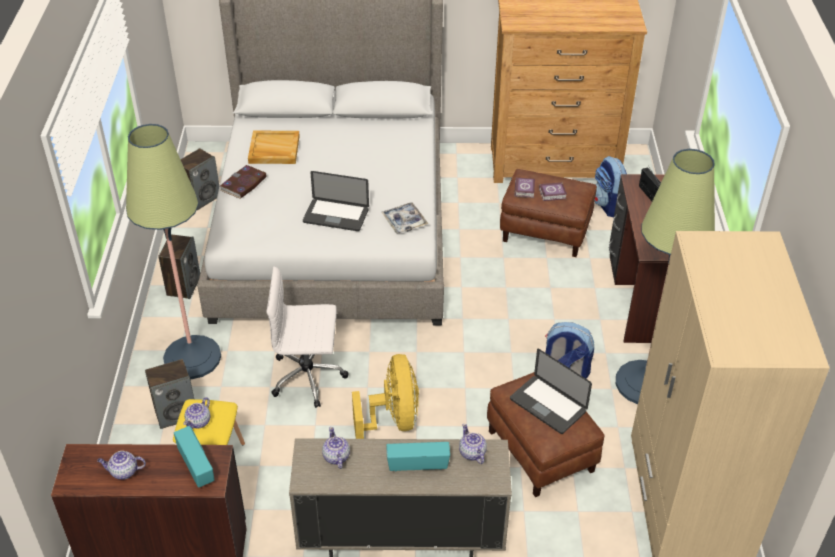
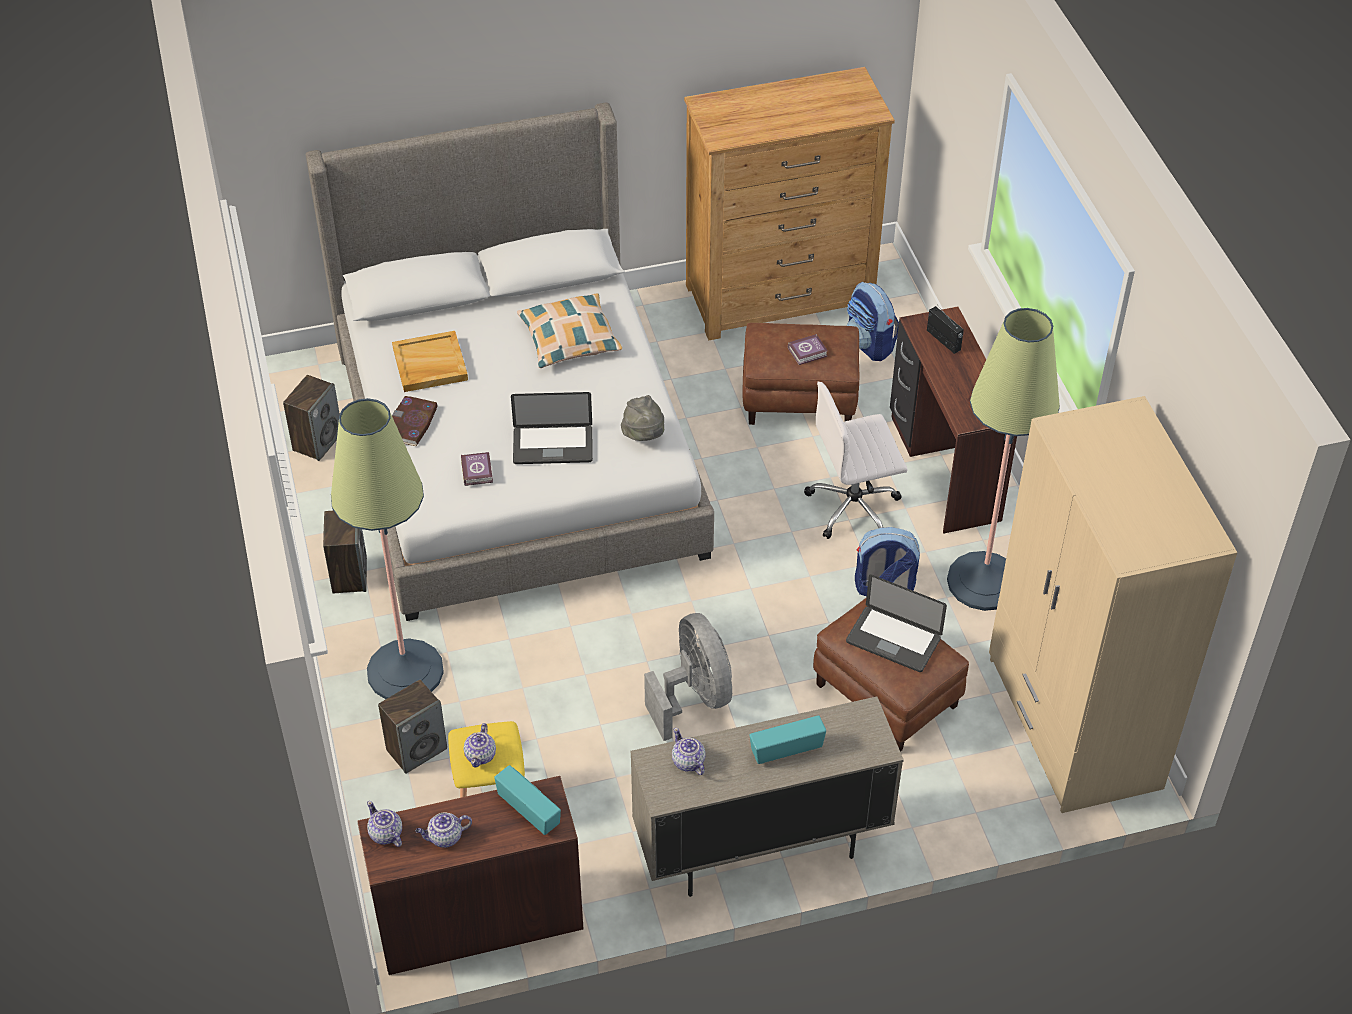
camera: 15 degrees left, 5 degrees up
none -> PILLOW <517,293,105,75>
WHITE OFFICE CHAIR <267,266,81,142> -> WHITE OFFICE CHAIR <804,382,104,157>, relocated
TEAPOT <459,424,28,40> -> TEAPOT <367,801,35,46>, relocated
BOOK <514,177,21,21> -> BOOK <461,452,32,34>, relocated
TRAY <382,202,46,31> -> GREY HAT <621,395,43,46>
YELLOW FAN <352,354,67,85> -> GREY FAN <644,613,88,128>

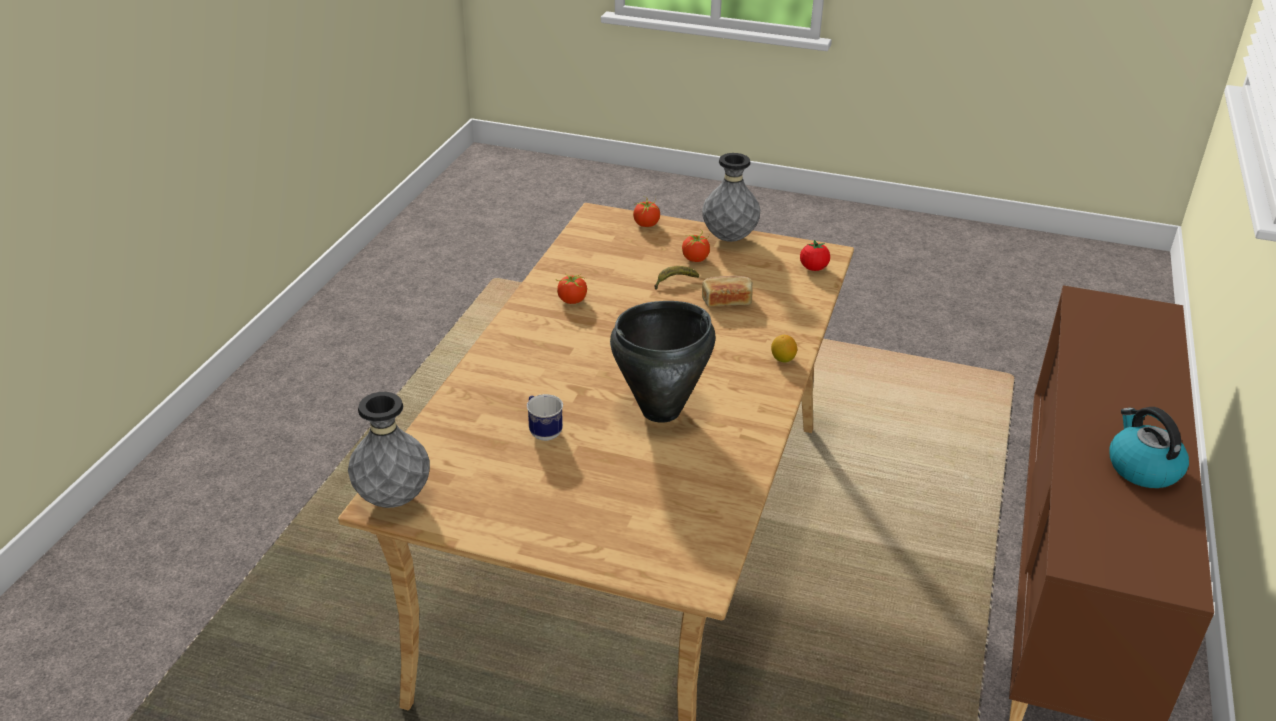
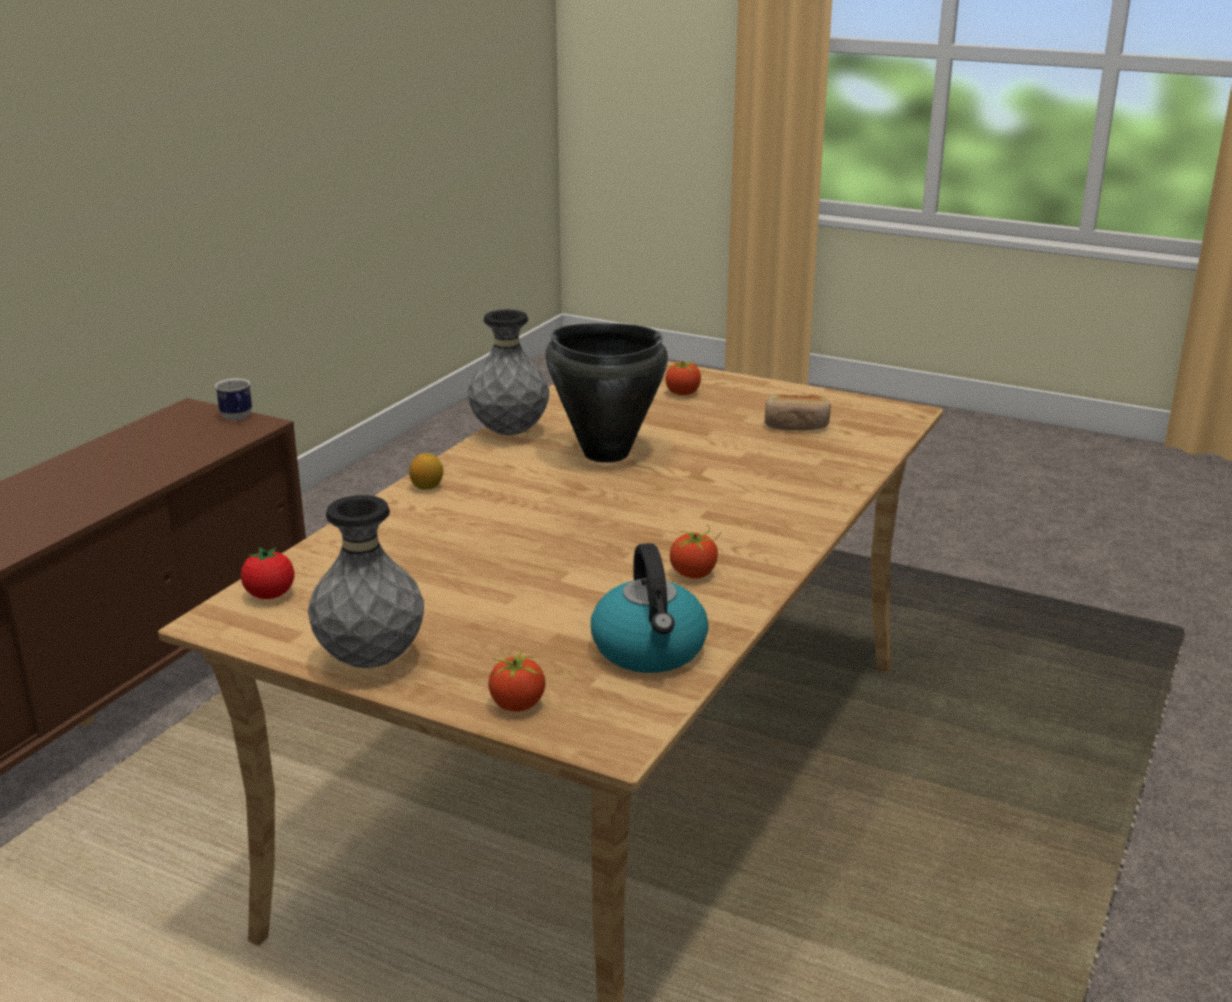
camera: 170 degrees left, 10 degrees down
BANANA <654,266,45,24> -> none
GREY VASE <348,392,82,116> -> GREY VASE <468,310,81,125>, relocated
MUG <527,394,36,47> -> MUG <215,378,37,43>, relocated
TOMATO <682,229,29,33> -> TOMATO <665,360,36,35>, relocated
BREAD <702,276,51,31> -> BREAD <765,394,66,36>, relocated
KETTLE <1110,407,79,81> -> KETTLE <591,543,118,130>, relocated

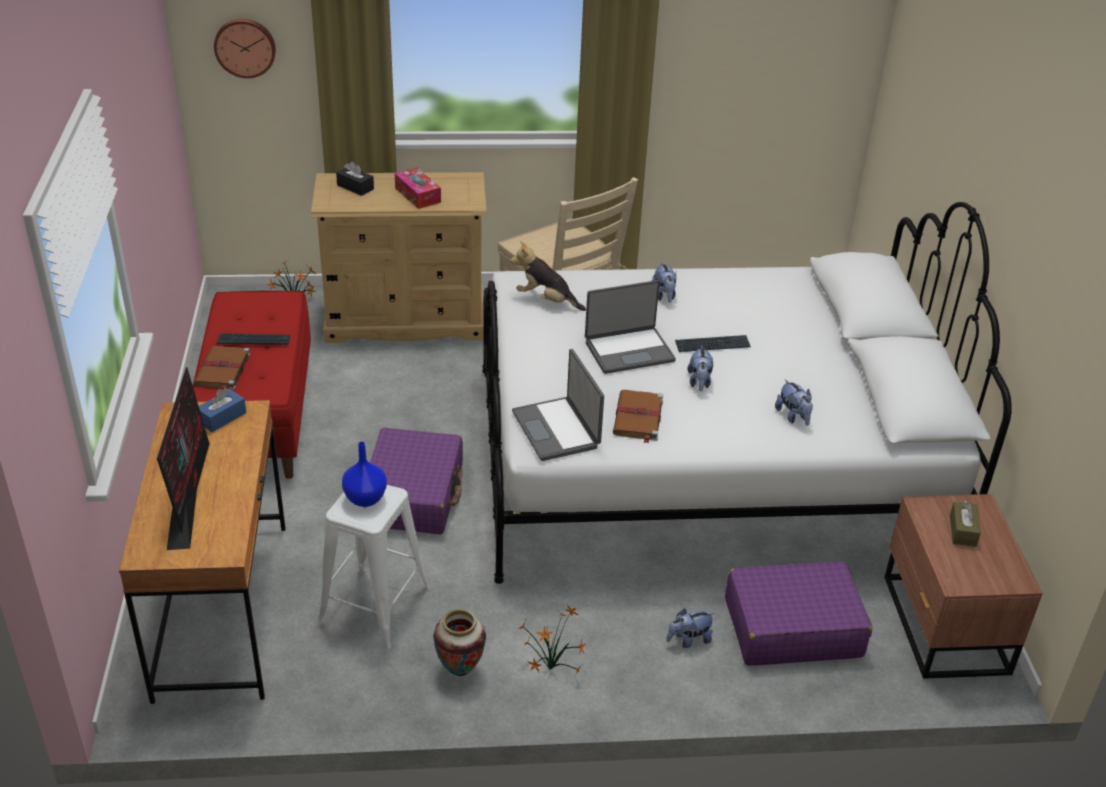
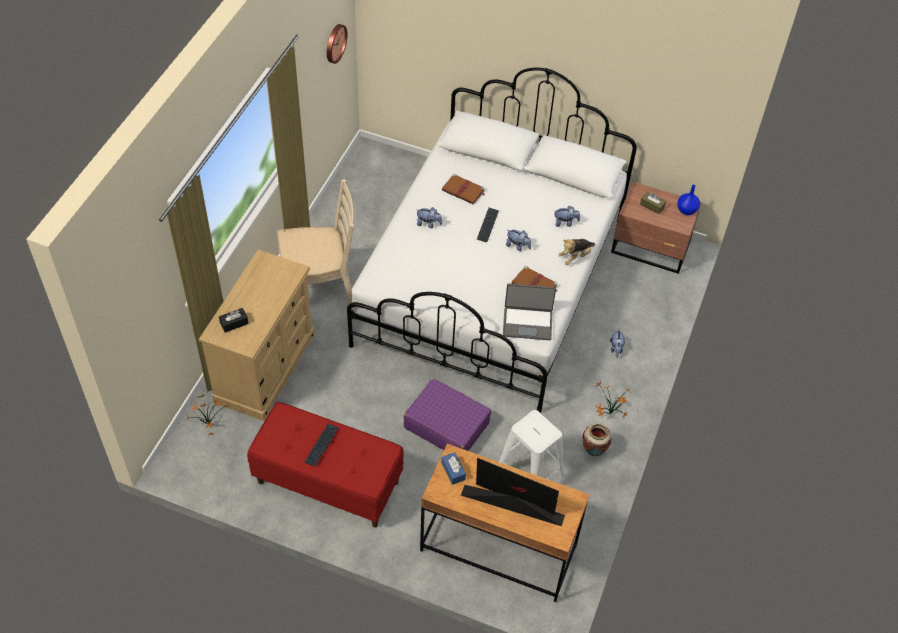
camera: 65 degrees left, 15 degrees up
TISSUE BOX <395,167,46,42> -> none
LAPTOP <585,280,91,94> -> none
PURPLE SUITCASE <725,561,147,105> -> none
BROWN BOOK <193,346,57,44> -> BROWN BOOK <442,174,44,30>, relocated
WALL CLOCK <214,18,62,60> -> WALL CLOCK <327,24,21,40>, relocated
BLUE VASE <342,441,45,66> -> BLUE VASE <677,185,23,30>, relocated
PLUSH TOY <511,241,75,70> -> PLUSH TOY <558,239,37,26>, relocated

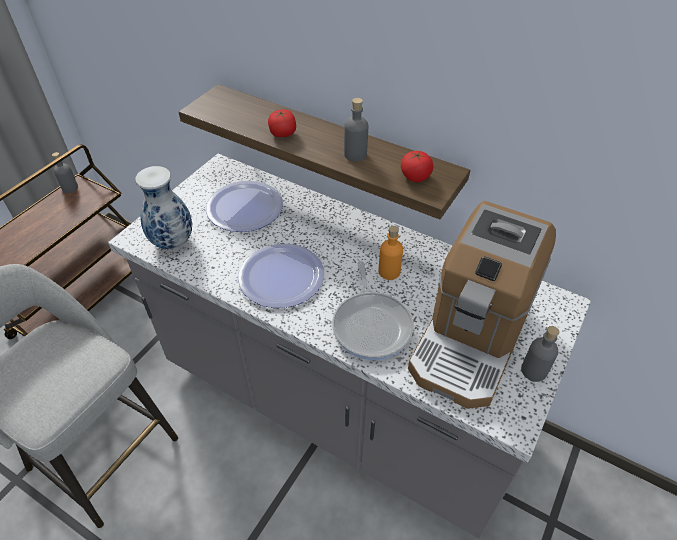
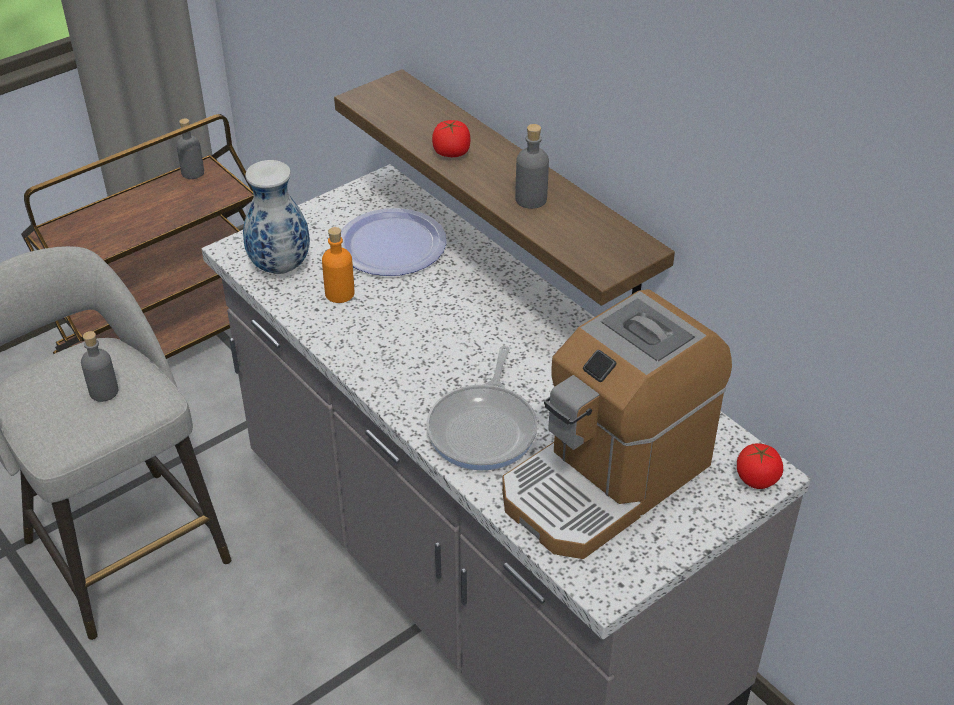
camera: 20 degrees right, 5 degrees down
PLATE <238,244,86,64> -> none
ORANGE BOTTLE <379,226,24,54> -> ORANGE BOTTLE <322,227,32,76>, relocated
TOMATO <401,151,32,31> -> TOMATO <737,443,46,46>, relocated
GREY BOTTLE <521,326,39,56> -> GREY BOTTLE <81,331,37,71>, relocated

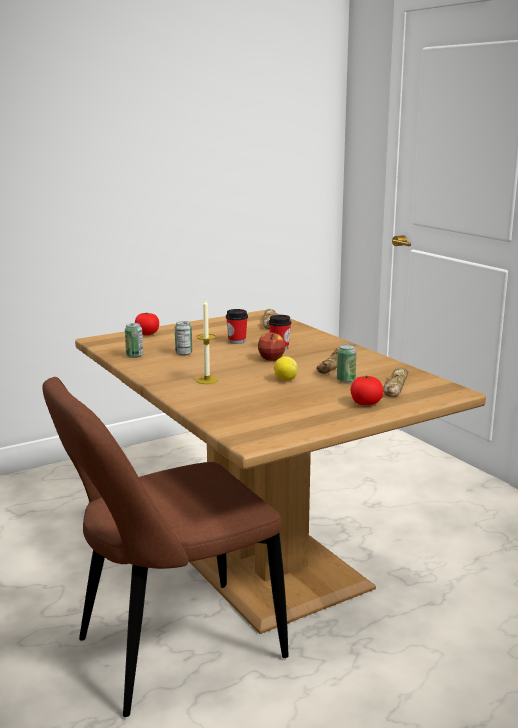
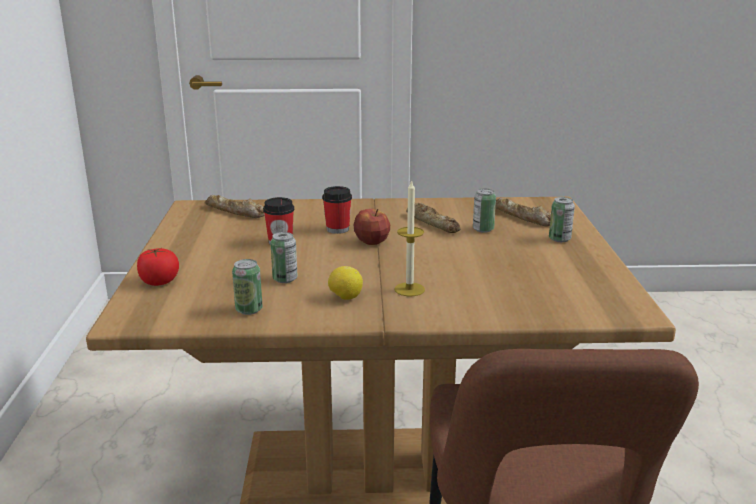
camera: 60 degrees left, 5 degrees up
LEMON <274,356,24,25> -> LEMON <328,266,35,34>, relocated
TOMATO <351,375,32,30> -> CAN <549,197,26,45>

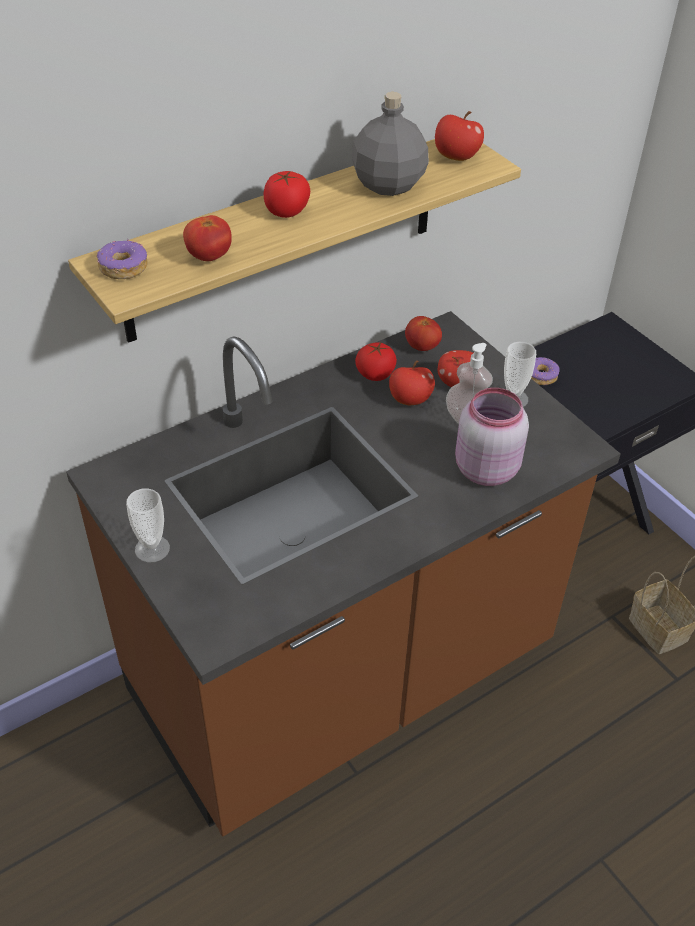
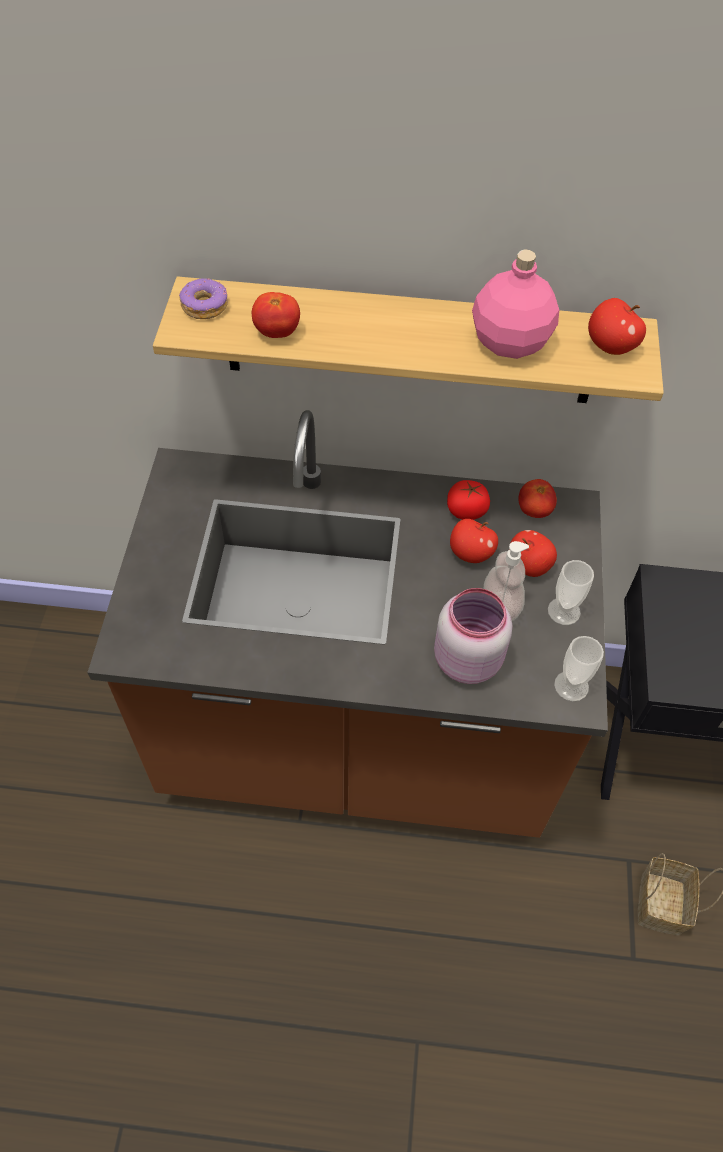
camera: 40 degrees right, 10 degrees up
TOMATO <264,171,46,47> -> none
DONUT <531,357,29,28> -> none
CUP <126,488,44,74> -> CUP <554,636,50,65>, relocated
GREY BOTTLE <351,92,78,104> -> PINK BOTTLE <472,249,87,110>

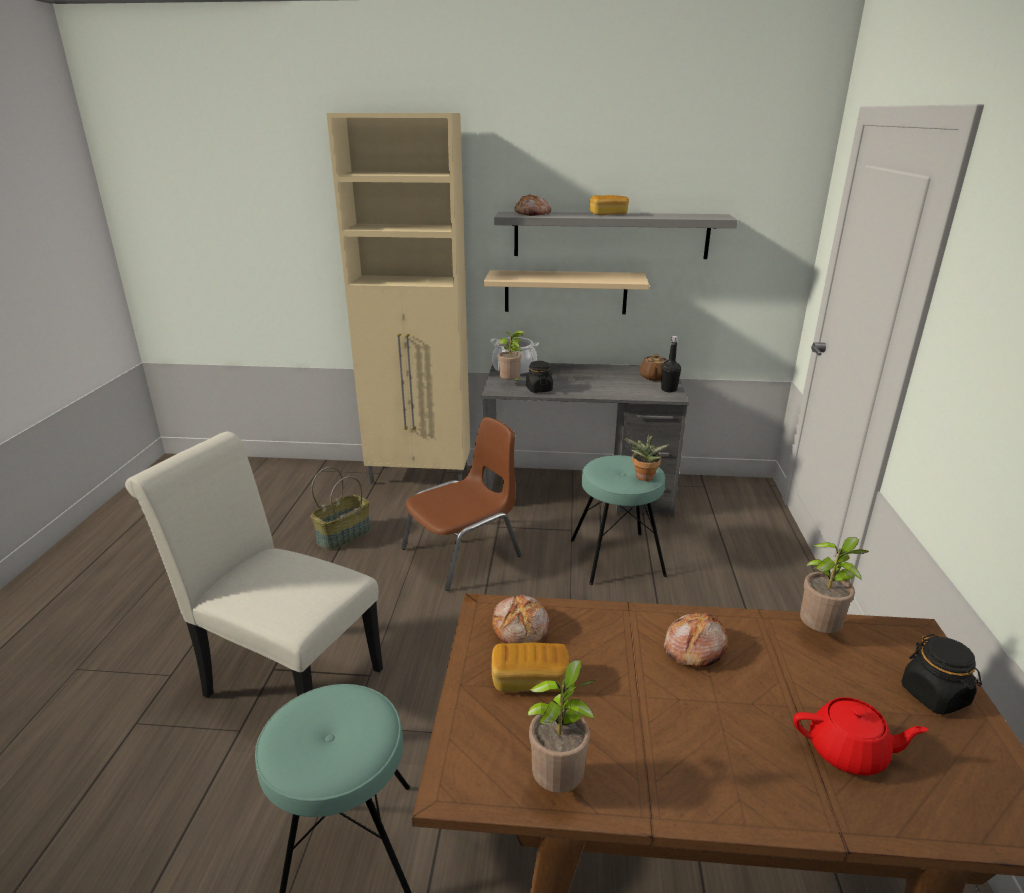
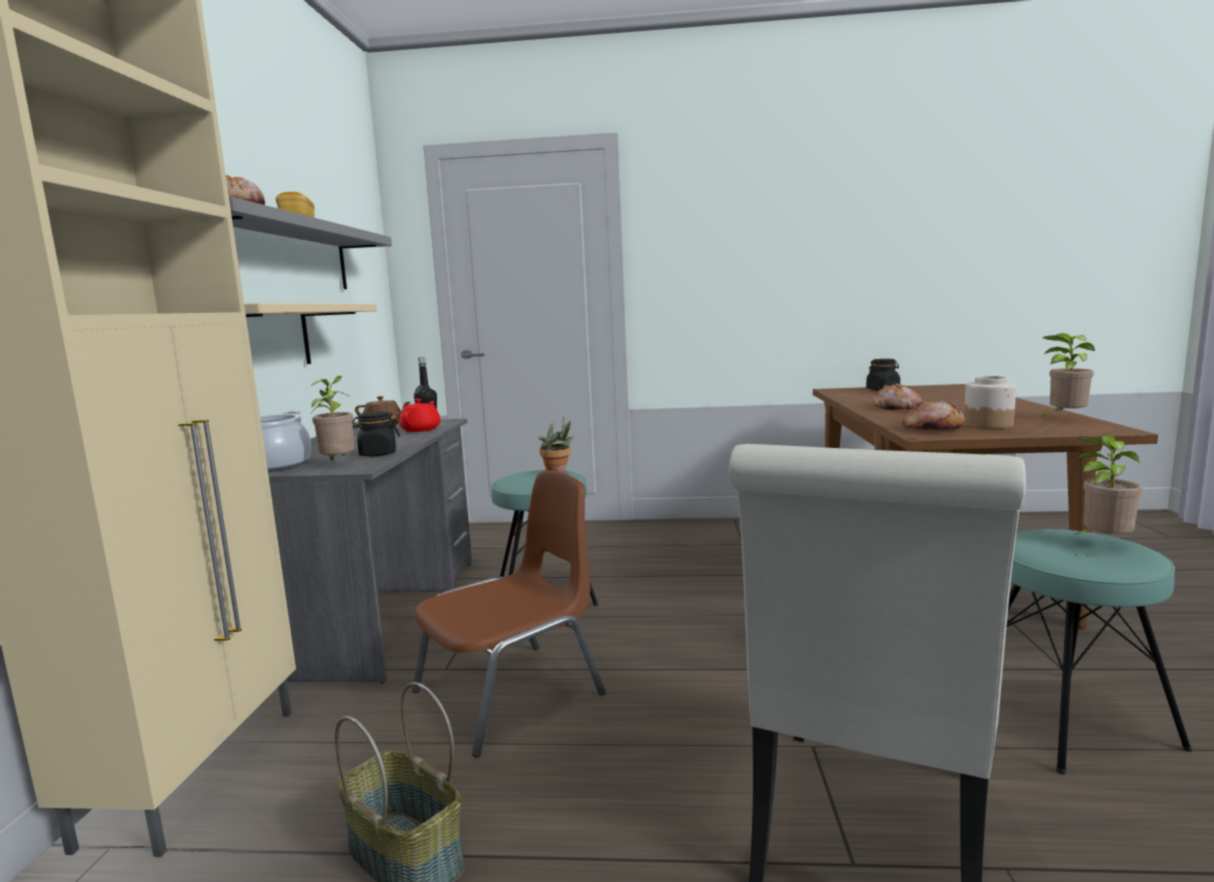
camera: 90 degrees left, 15 degrees down
RED TEAPOT <793,697,135,79> -> RED TEAPOT <399,399,42,33>, relocated
POTTED PLANT <800,537,69,96> -> POTTED PLANT <1076,434,66,100>, relocated
BREAD <491,643,78,49> -> JAR <964,376,52,53>
BROWN CHAIR <401,417,121,174> -> BROWN CHAIR <412,470,194,287>, 90 degrees clockwise

